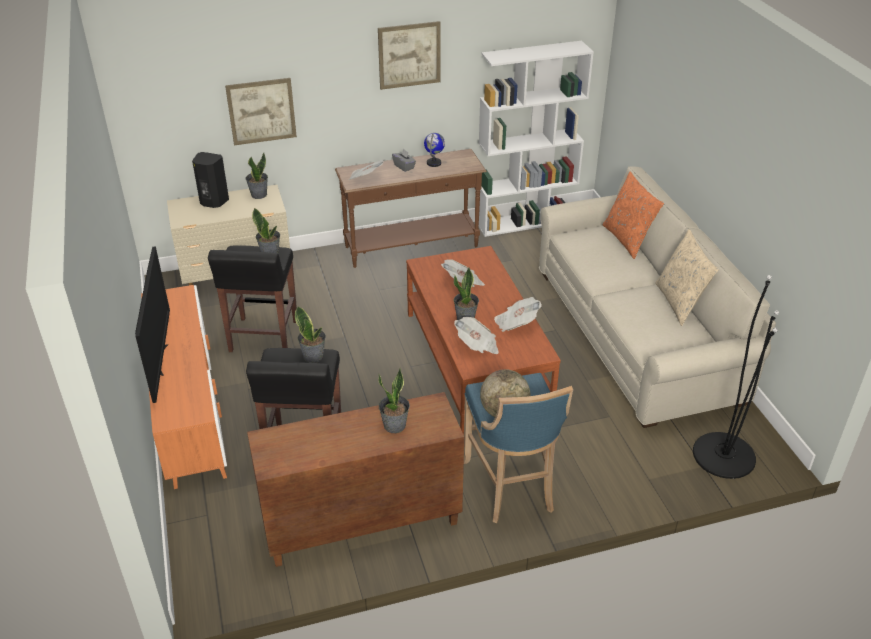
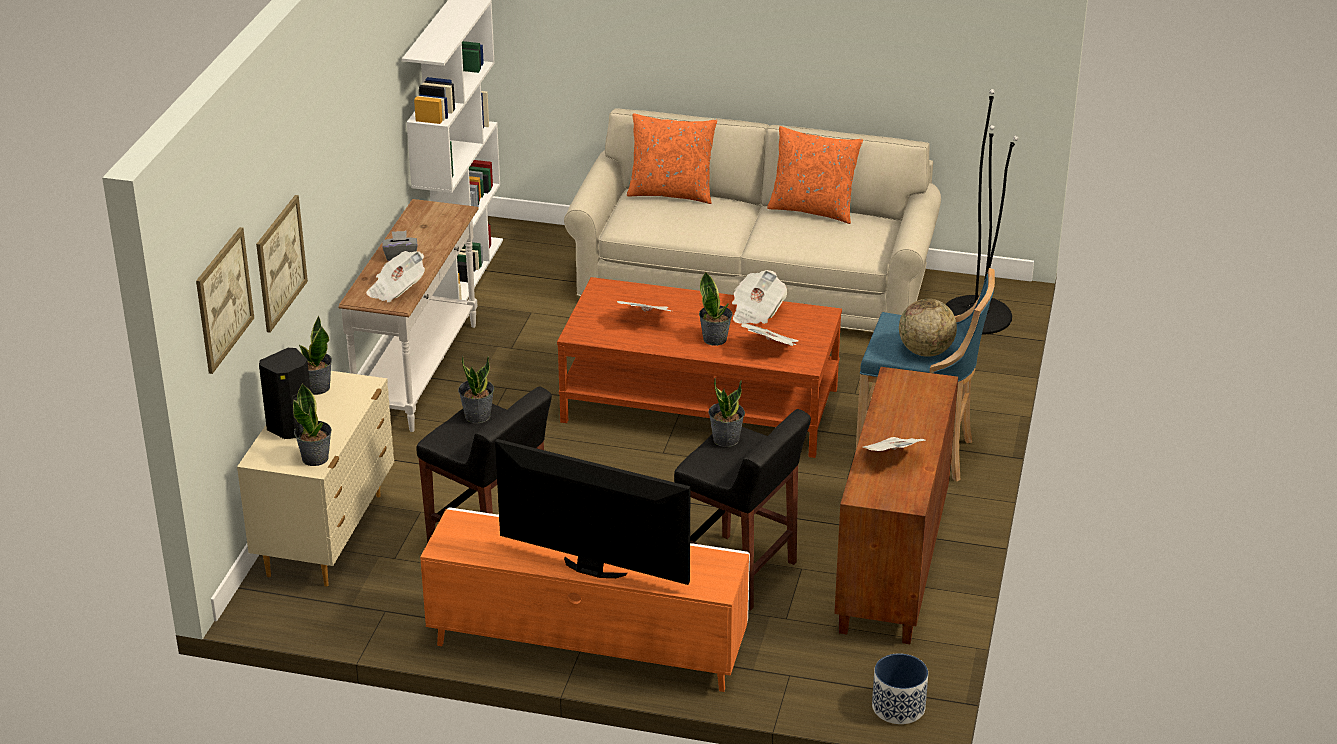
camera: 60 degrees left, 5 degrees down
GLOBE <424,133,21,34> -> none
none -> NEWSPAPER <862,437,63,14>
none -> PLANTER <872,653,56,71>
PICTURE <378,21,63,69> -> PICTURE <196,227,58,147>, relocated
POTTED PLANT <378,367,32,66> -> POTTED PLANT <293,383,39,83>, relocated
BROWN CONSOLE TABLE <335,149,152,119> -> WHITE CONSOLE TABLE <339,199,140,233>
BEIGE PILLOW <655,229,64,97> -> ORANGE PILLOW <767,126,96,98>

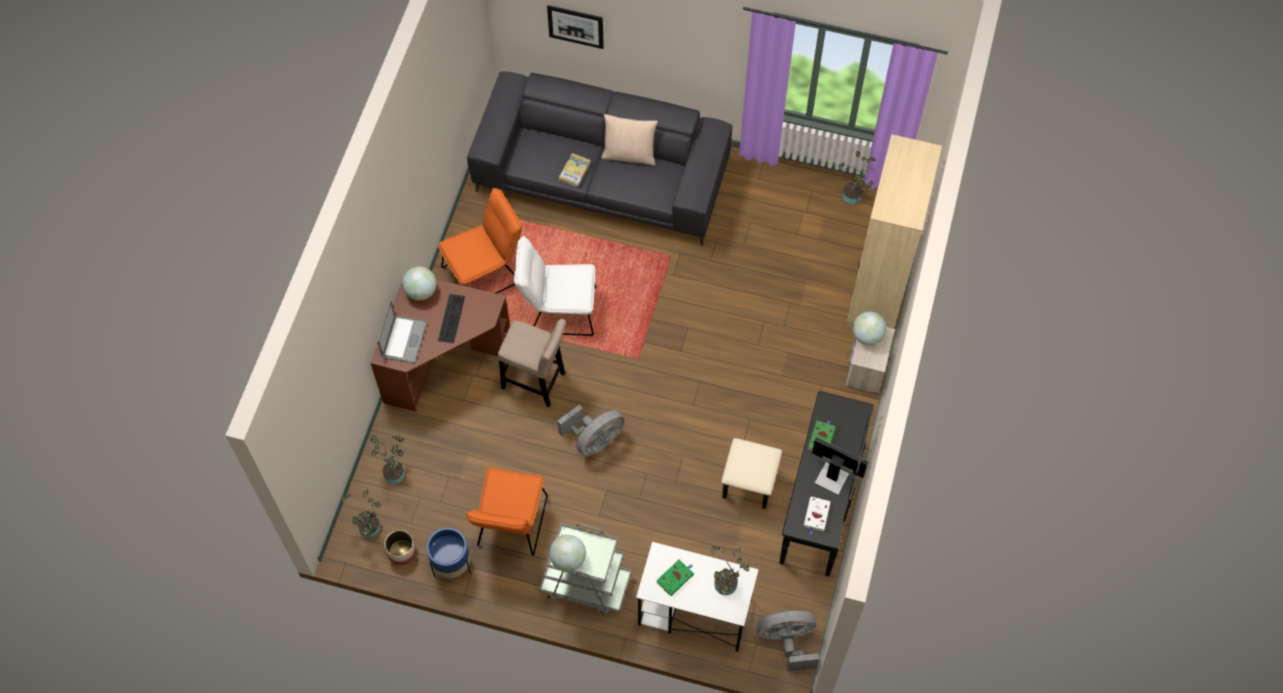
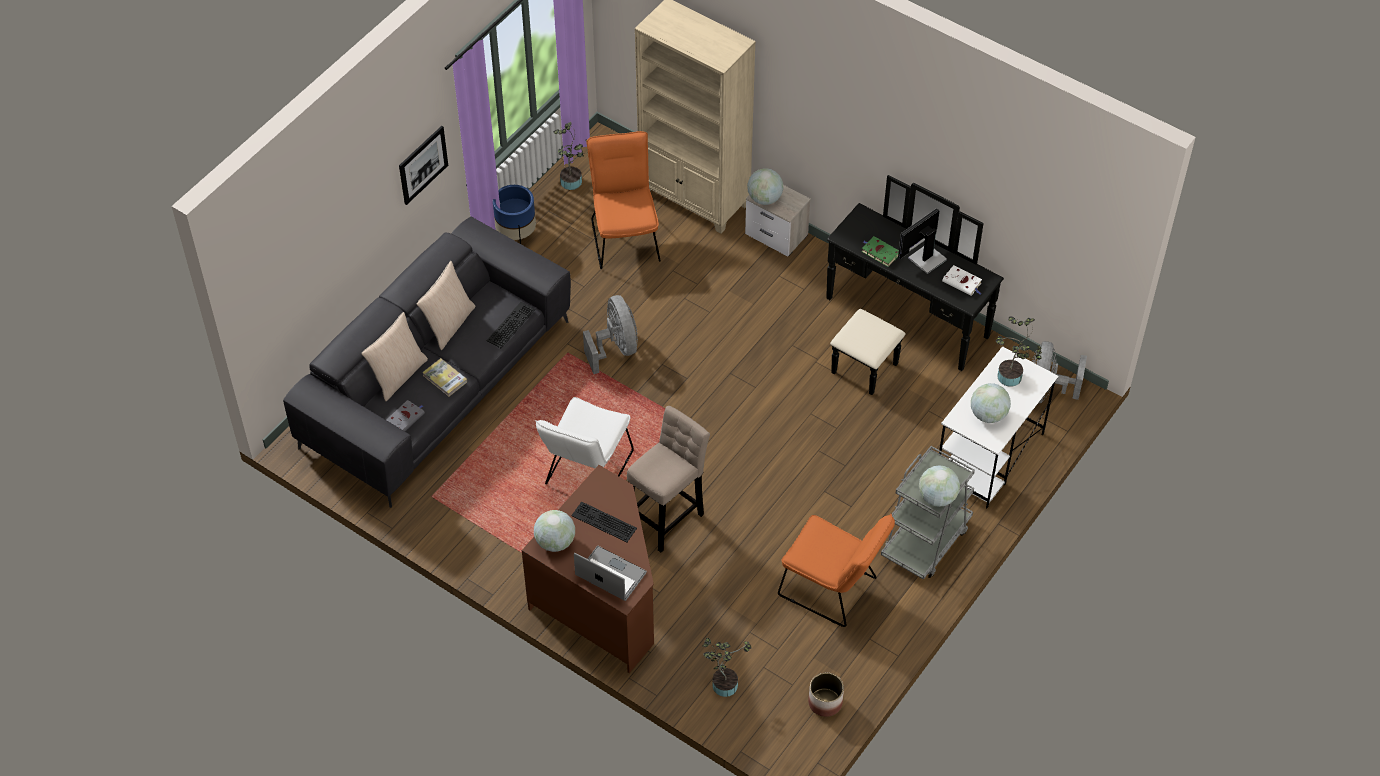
camera: 70 degrees left, 10 degrees down
POTTED PLANT <342,489,39,49> -> none
none -> BEIGE PILLOW <361,312,67,89>
none -> GREY BOOK <386,400,39,31>
none -> KEYBOARD <487,302,48,46>
BLUE PLANTER <426,528,45,50> -> BLUE PLANTER <493,185,43,59>, relocated
ORANGE CHAIR <438,188,84,106> -> ORANGE CHAIR <586,131,75,138>, relocated
PICTURE <547,5,57,44> -> PICTURE <399,126,49,79>, relocated
GREY FAN <557,405,68,51> -> GREY FAN <583,295,55,79>, relocated
GREEN BOOK <656,560,38,36> -> GLOBE <971,383,40,40>

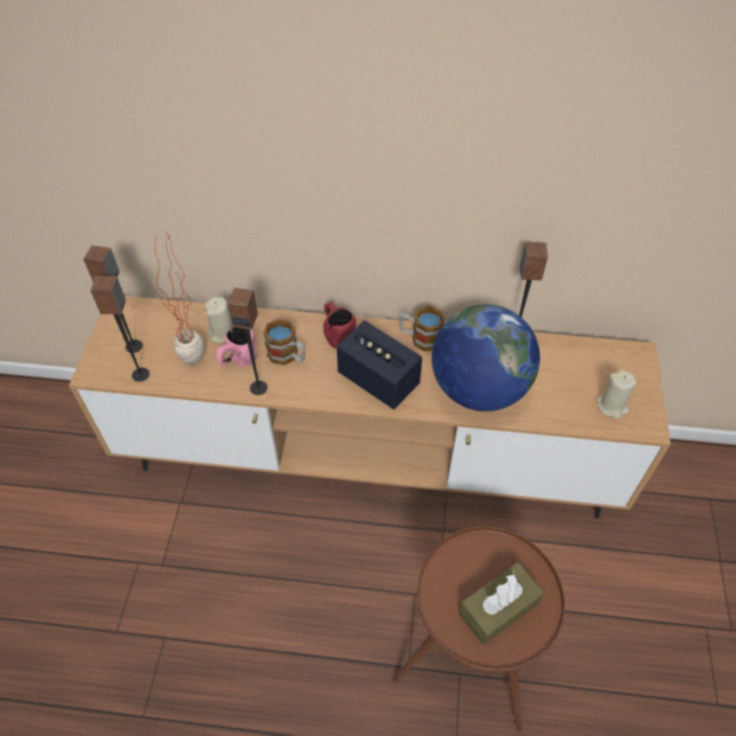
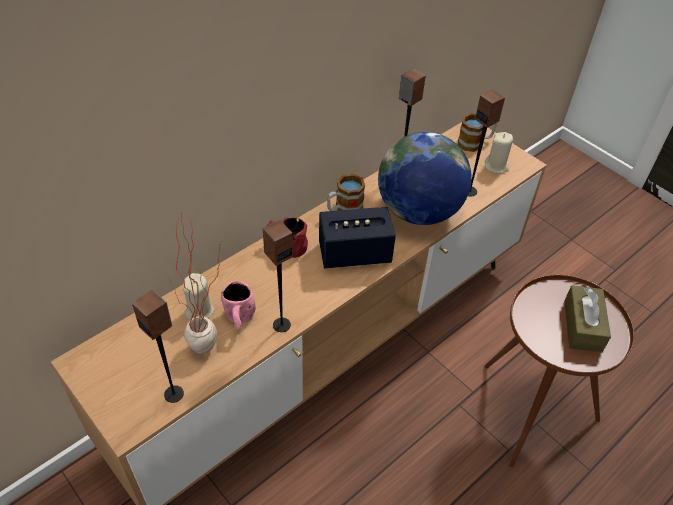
camera: 50 degrees left, 5 degrees down
SPEAKER <84,245,59,108> -> SPEAKER <468,90,37,106>, relocated
MUG <263,319,42,46> -> MUG <458,113,39,39>, relocated

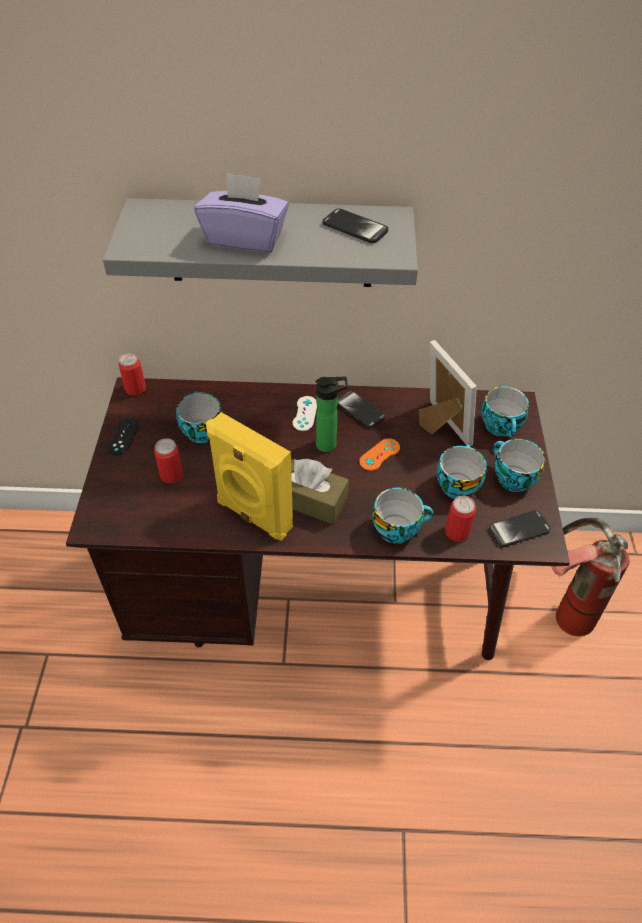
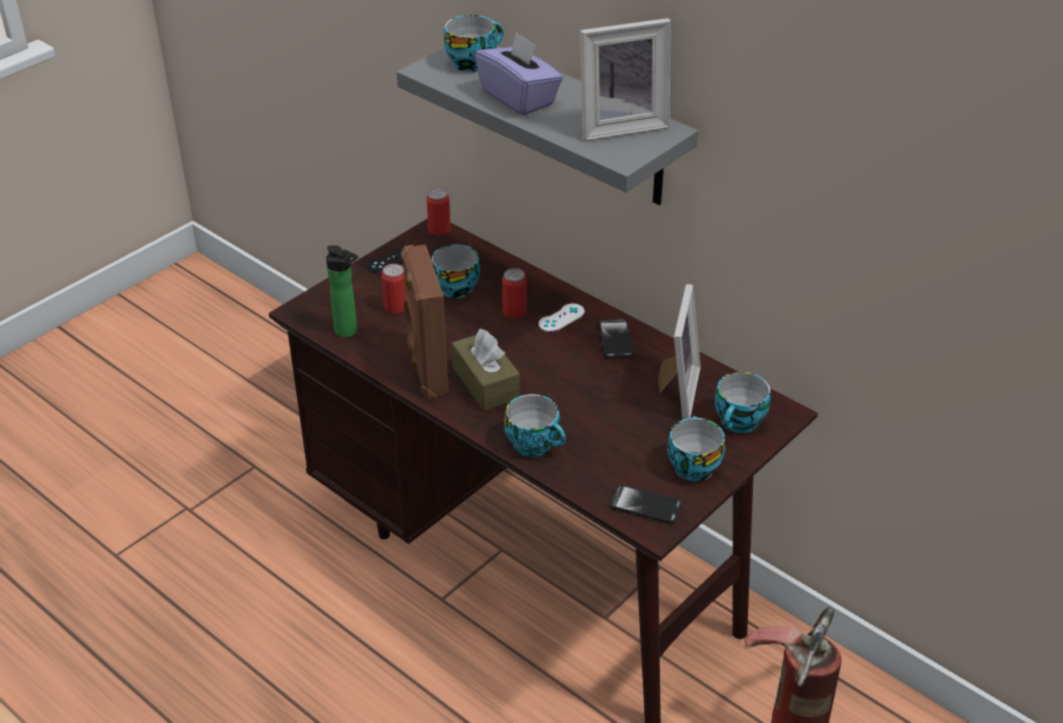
camera: 40 degrees right, 10 degrees down
ORANGE GAME CONTROLLER <359,439,41,32> -> none
BOTTLE <316,377,32,75> -> BOTTLE <326,245,32,93>, relocated
CUP <437,445,50,54> -> CUP <444,15,59,57>, relocated
CAN <445,496,31,46> -> CAN <502,268,25,50>, relocated
PHONE <323,208,65,35> -> PICTURE FRAME <580,18,91,123>
YELLOW SPEAKER <206,412,87,129> -> BROWN SPEAKER <401,244,48,155>

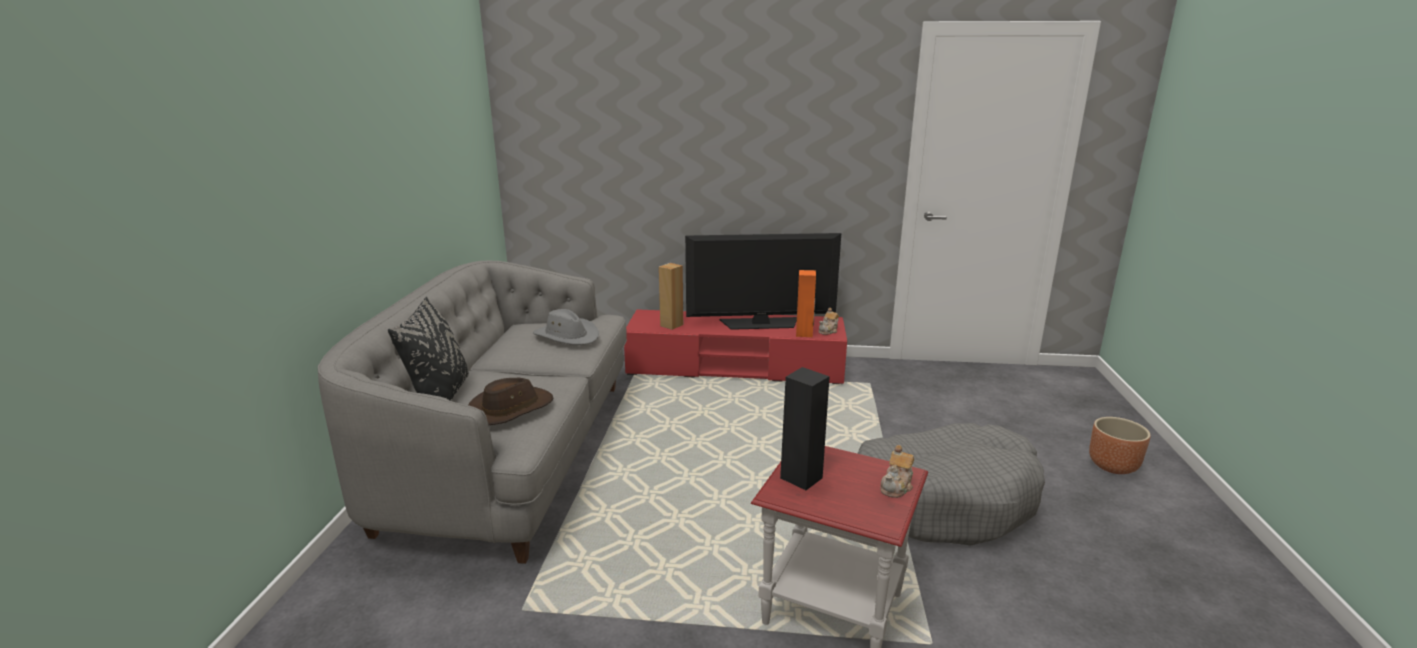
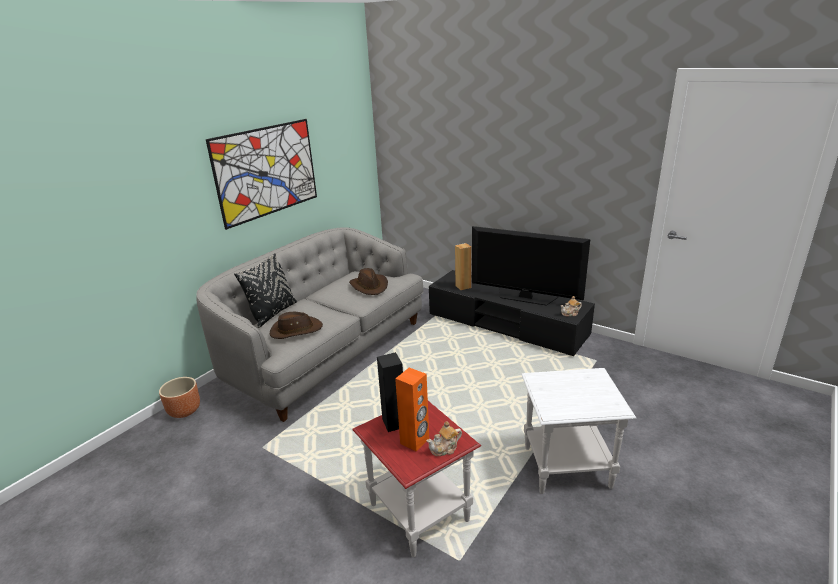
camera: 30 degrees right, 5 degrees up
none -> PICTURE <206,119,111,111>
ORANGE SPEAKER <796,270,20,67> -> ORANGE SPEAKER <395,368,34,84>, relocated
BROWN PLANTER <1089,417,61,57> -> BROWN PLANTER <159,377,41,41>, relocated
GREY DOG BED <857,423,188,122> -> WHITE SIDE TABLE <521,368,115,126>
GREY HAT <533,309,66,36> -> BROWN HAT <349,268,39,27>
RED TV STAND <624,309,223,75> -> BLACK TV STAND <429,270,166,86>

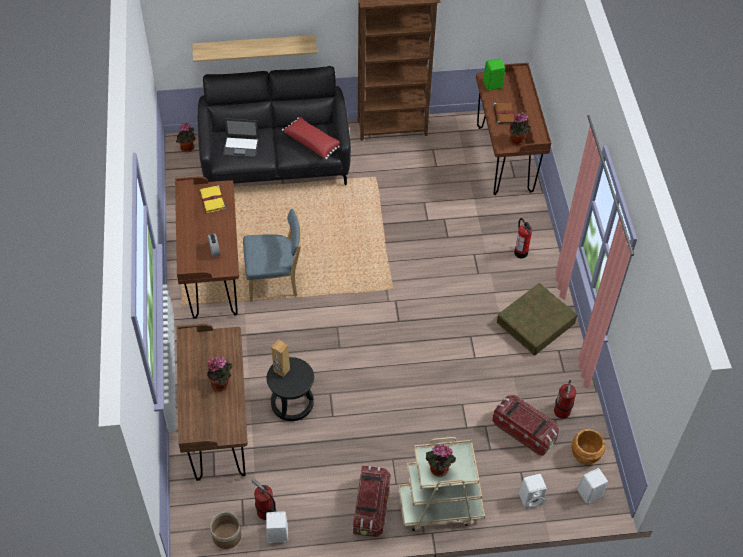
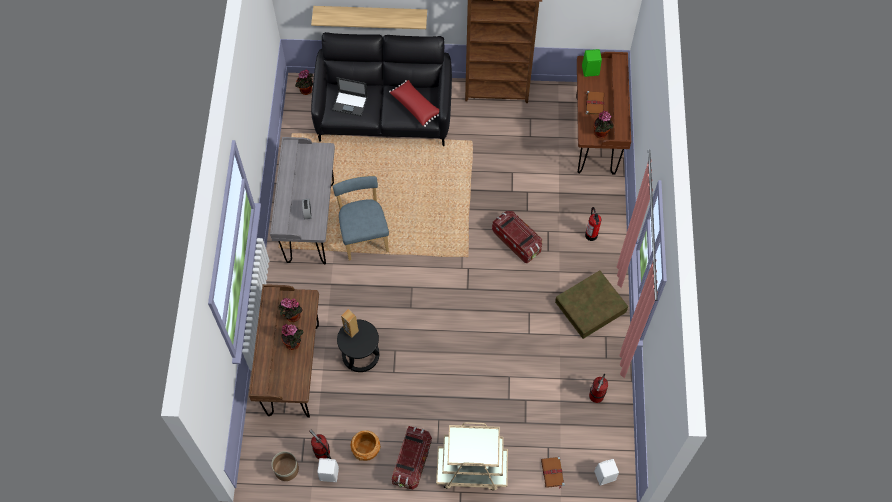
camera: 10 degrees right, 10 degrees up
YELLOW BOOK <200,185,26,28> -> none
POTTED PLANT <426,445,30,32> -> POTTED PLANT <278,298,25,24>, relocated
STORAGE BOX <492,395,67,61> -> STORAGE BOX <492,211,50,52>, relocated
BROWN PLANTER <571,429,35,36> -> BROWN PLANTER <350,431,31,30>, relocated
WHITE SPEAKER <519,474,28,35> -> BROWN BOOK <541,457,24,32>
BROWN DESK <175,176,64,143> -> GREY DESK <270,137,65,127>
BLUE CHAIR <243,209,58,93> -> BLUE CHAIR <333,175,56,86>, 105 degrees counterclockwise

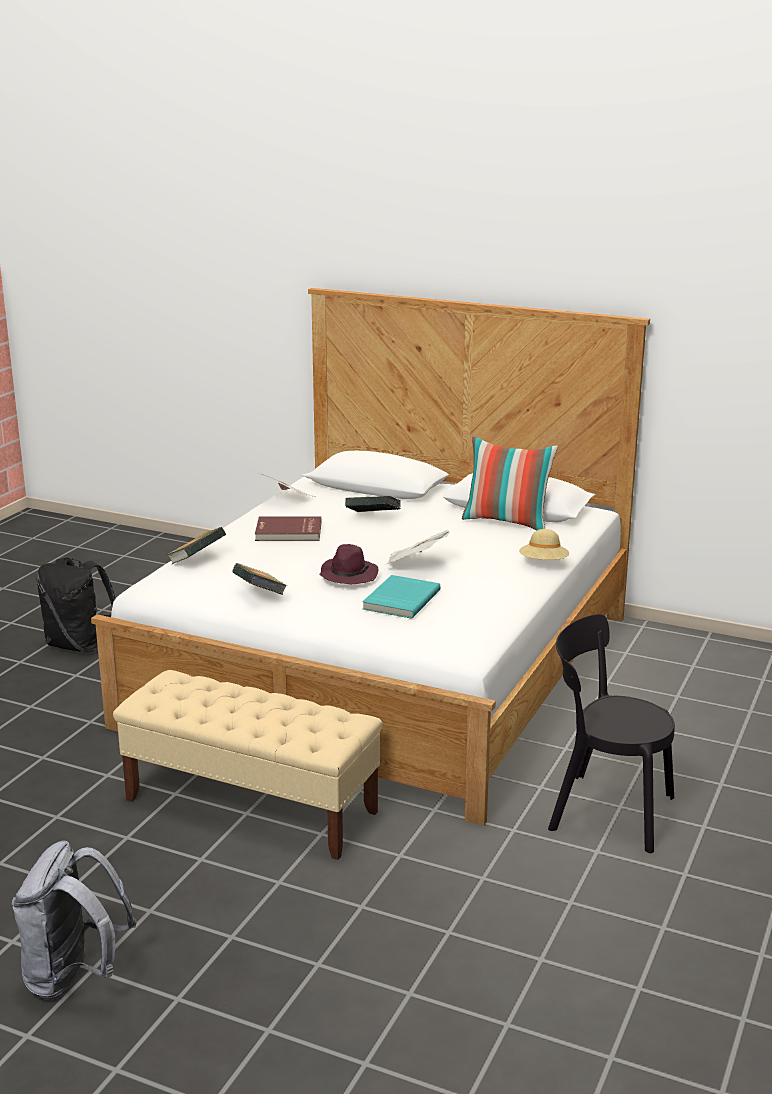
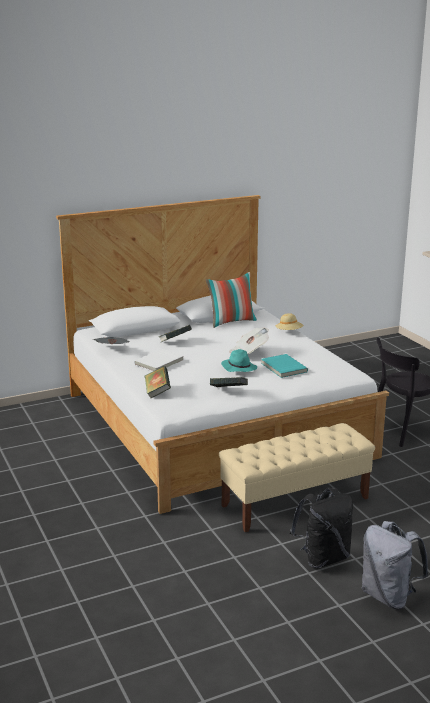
camera: 50 degrees left, 0 degrees up
BLACK BACKPACK <36,557,79,96> -> BLACK BACKPACK <290,488,63,80>, relocated
RED BOOK <255,517,66,24> -> WHITE BOOK <134,349,50,22>
PURPLE HAT <319,544,59,40> -> TURQUOISE HAT <221,349,36,23>

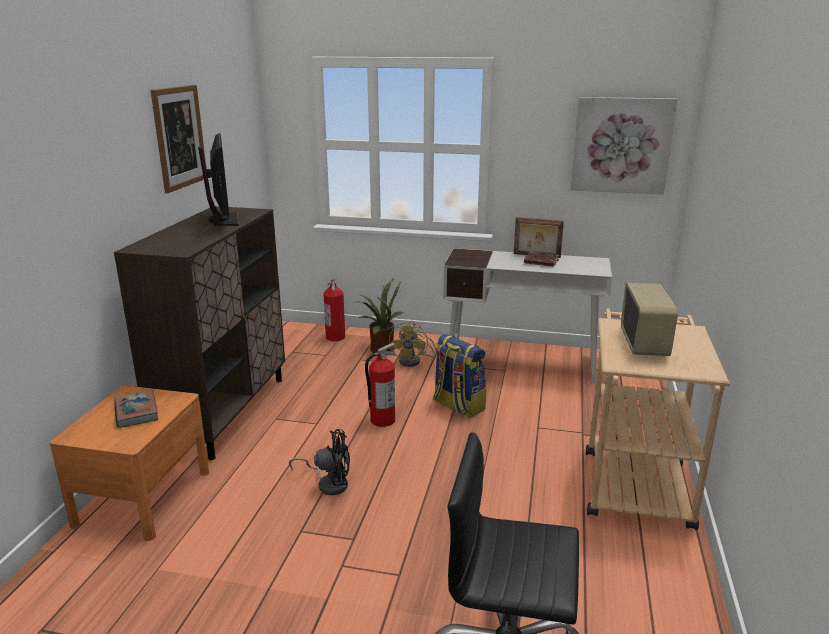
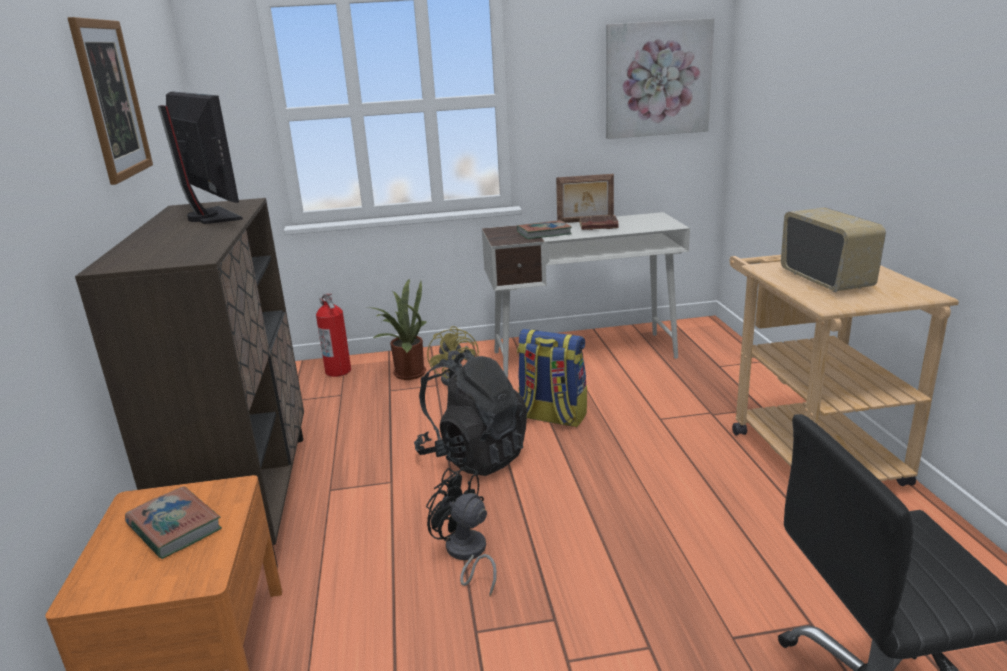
camera: 20 degrees left, 0 degrees up
none -> BOOK <517,220,55,19>
FIRE EXTINGUISHER <365,343,32,84> -> BLACK BACKPACK <414,349,113,127>
BLACK FAN <289,429,61,66> -> BLACK FAN <426,465,71,131>, 120 degrees counterclockwise

